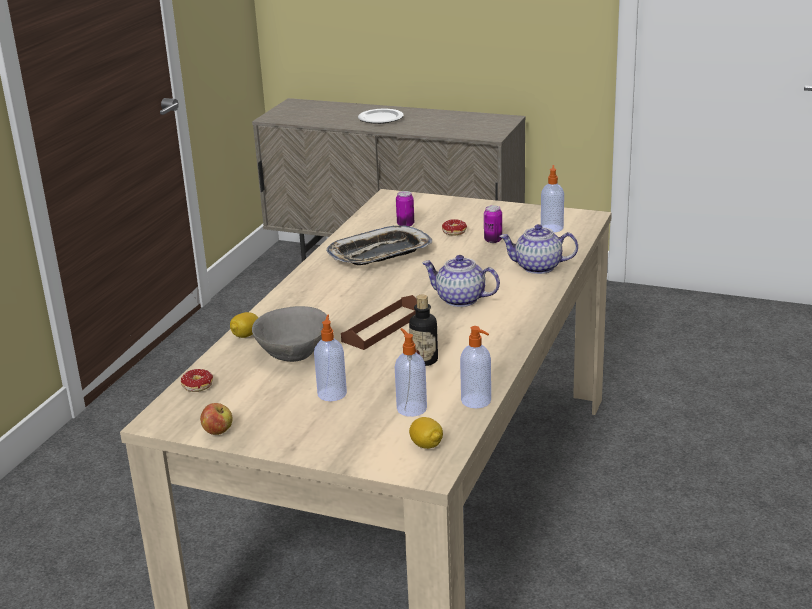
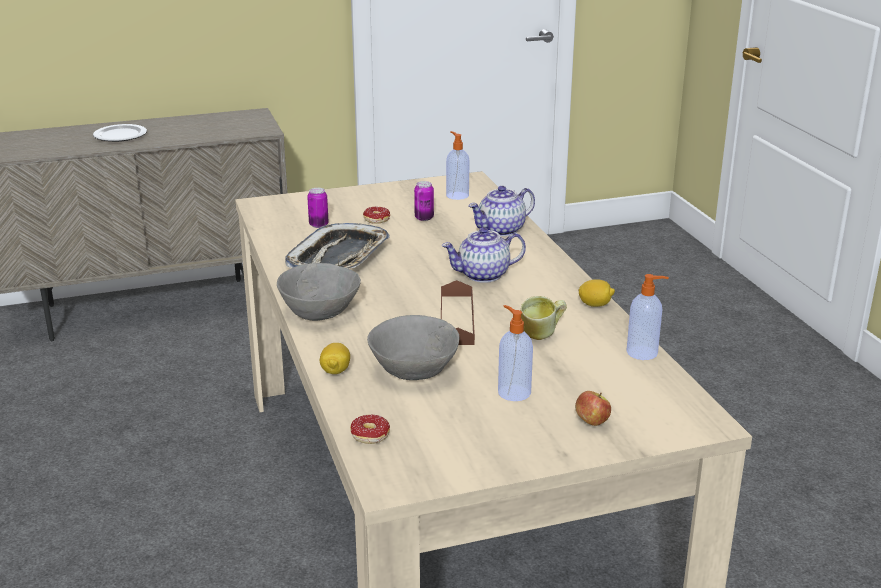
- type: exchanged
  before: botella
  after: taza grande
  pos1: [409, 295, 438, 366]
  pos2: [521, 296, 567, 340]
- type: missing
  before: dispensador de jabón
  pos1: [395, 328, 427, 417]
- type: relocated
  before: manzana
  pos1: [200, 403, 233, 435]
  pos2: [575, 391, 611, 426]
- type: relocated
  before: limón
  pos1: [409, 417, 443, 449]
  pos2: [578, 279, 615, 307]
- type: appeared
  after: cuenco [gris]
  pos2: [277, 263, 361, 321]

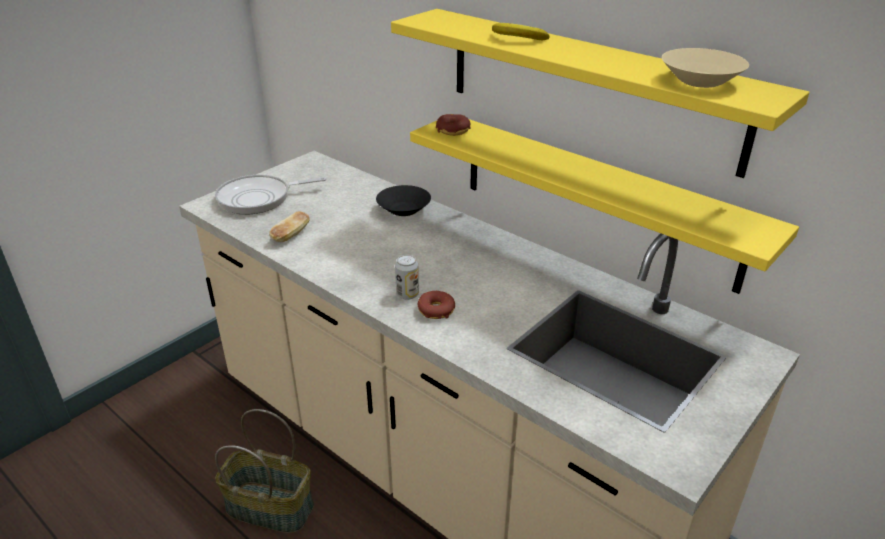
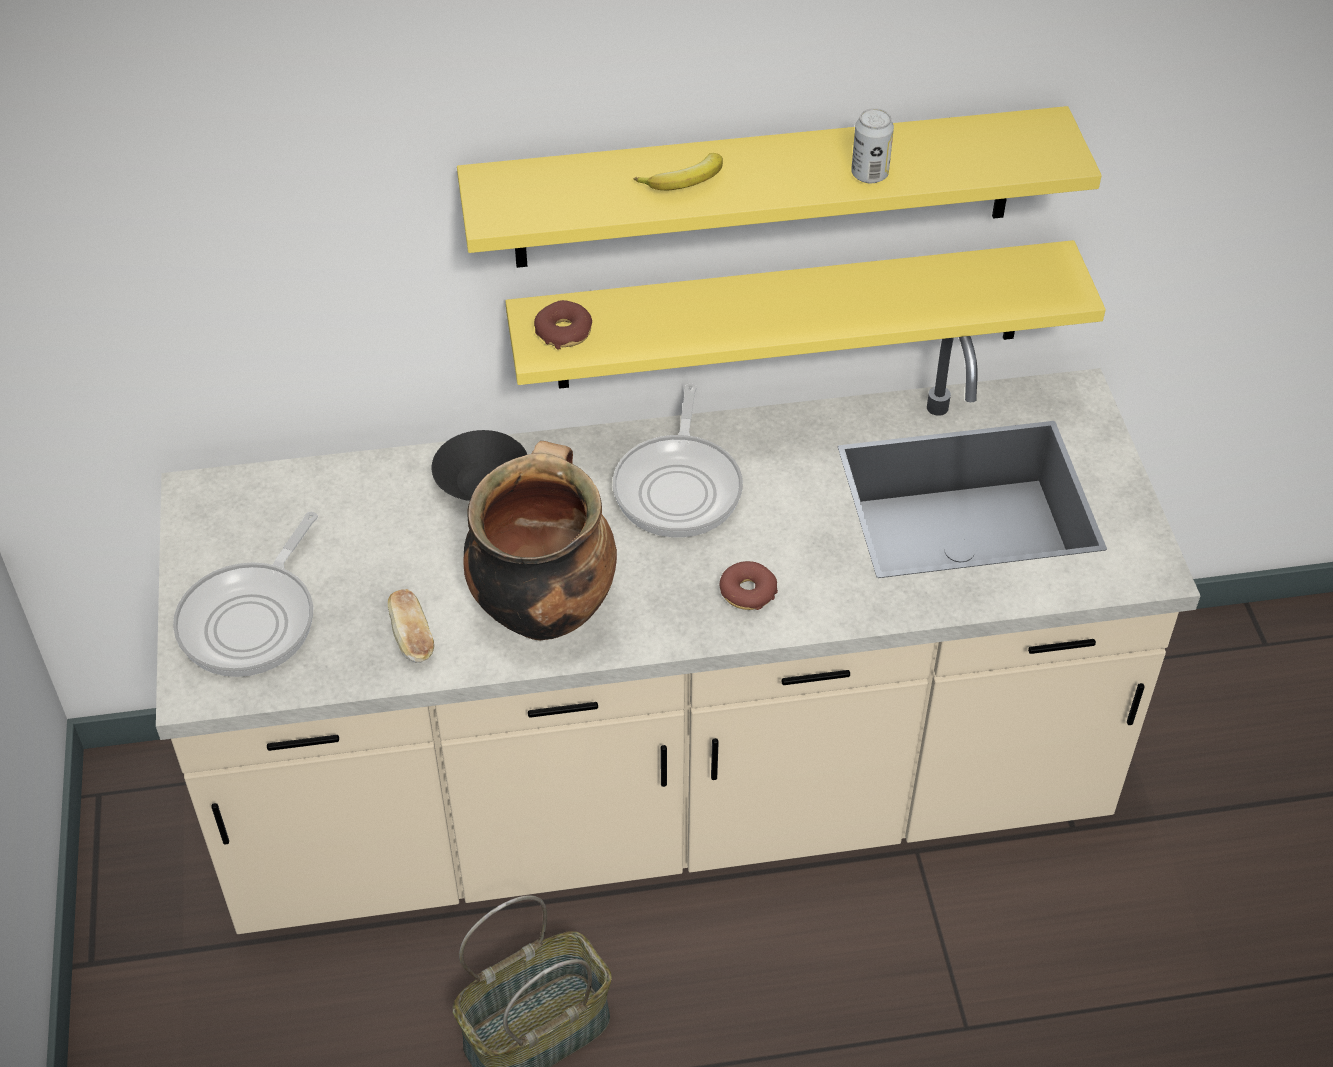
- type: missing
  before: cuenco [beis]
  pos1: [662, 48, 749, 88]
- type: relocated
  before: lata
  pos1: [395, 255, 419, 300]
  pos2: [851, 108, 894, 183]
- type: appeared
  after: sartén
  pos2: [613, 383, 743, 537]
- type: appeared
  after: olla
  pos2: [463, 441, 617, 641]

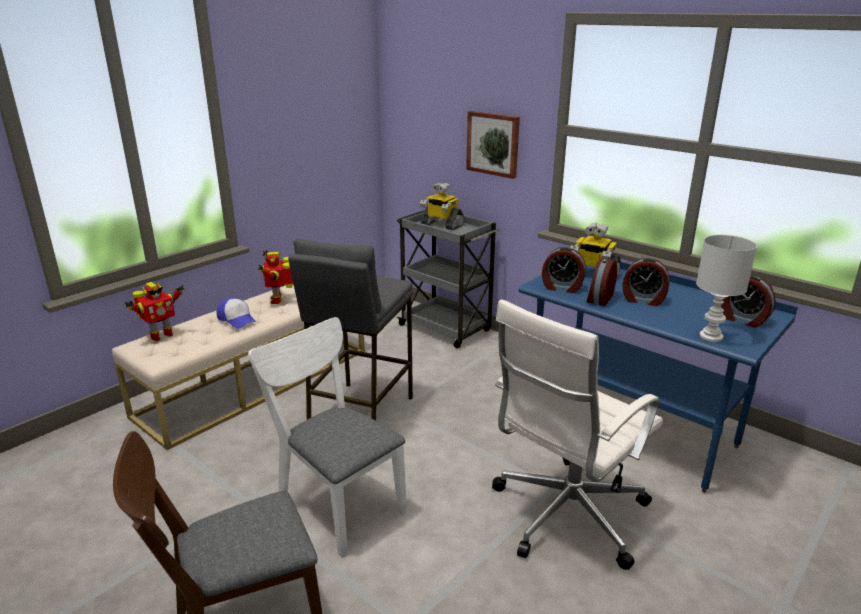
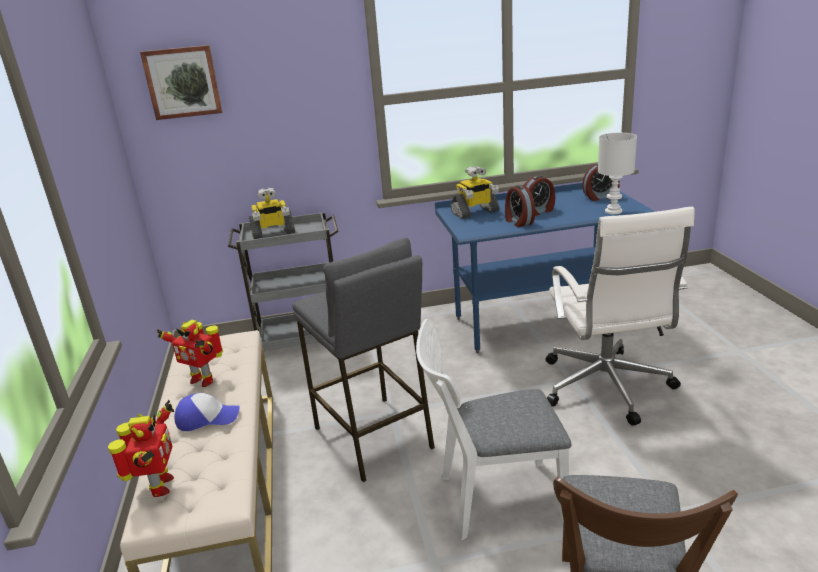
- type: relocated
  before: cuadro
  pos1: [466, 111, 520, 179]
  pos2: [140, 45, 222, 120]
- type: missing
  before: despertador
  pos1: [542, 247, 586, 293]

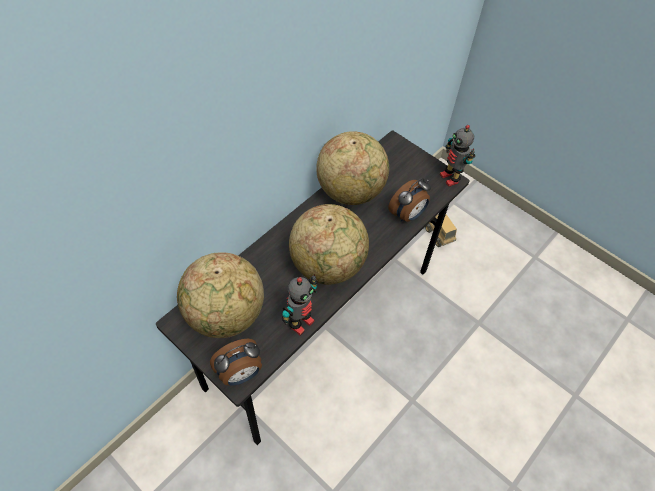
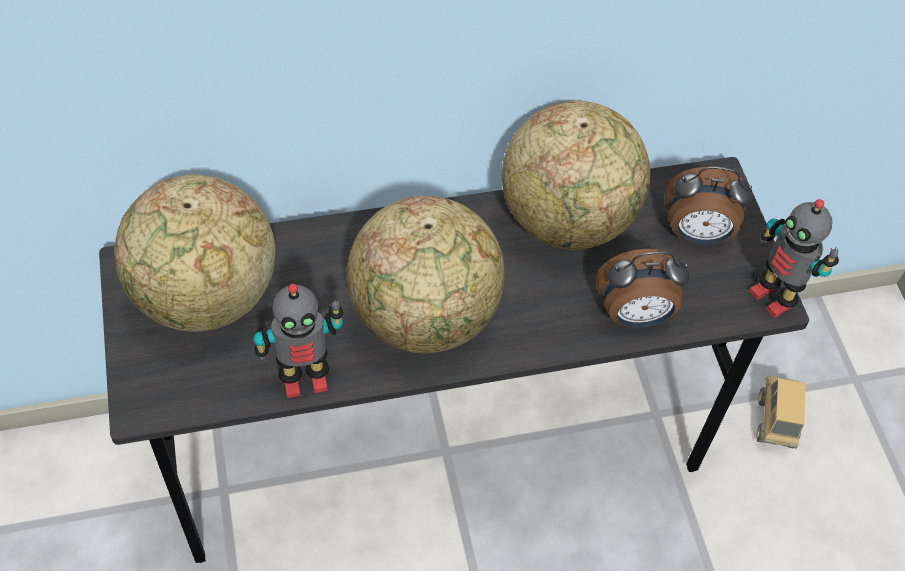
- type: spun
  before: robot de juguete
  pos1: [440, 125, 475, 187]
  pos2: [749, 199, 839, 318]
  turn: -45
- type: relocated
  before: despertador
  pos1: [210, 339, 262, 385]
  pos2: [665, 167, 752, 245]

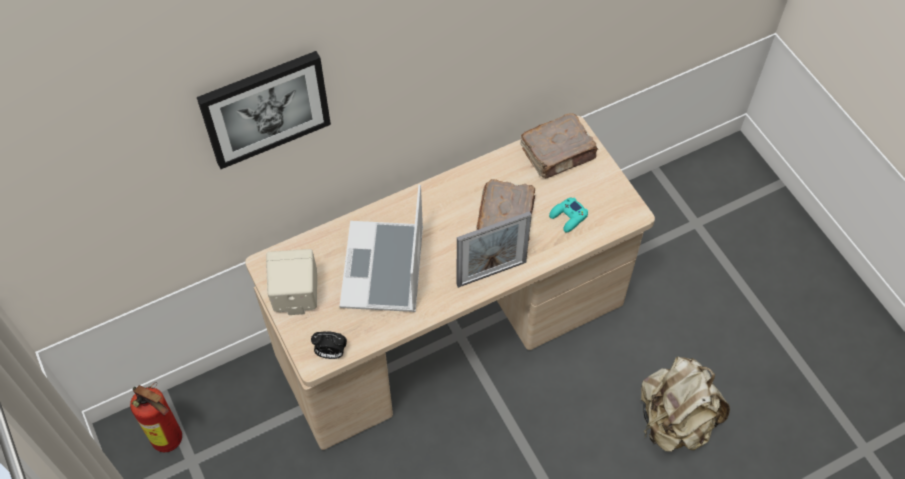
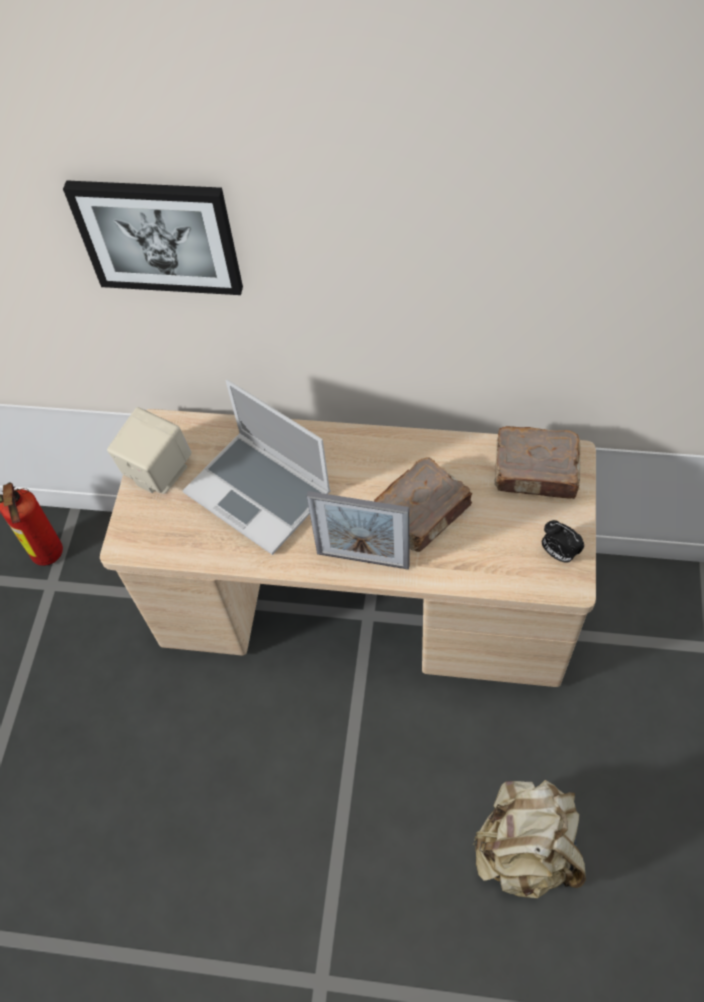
- type: spun
  before: portátil
  pos1: [340, 184, 423, 312]
  pos2: [182, 379, 331, 555]
  turn: -90
- type: missing
  before: mando de consola [turquesa]
  pos1: [549, 198, 588, 233]
- type: relocated
  before: despertador
  pos1: [311, 331, 347, 359]
  pos2: [542, 520, 584, 563]

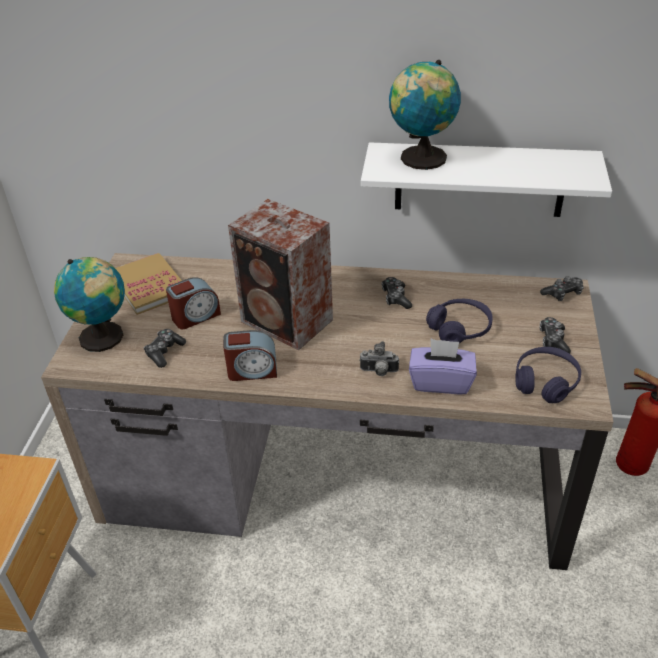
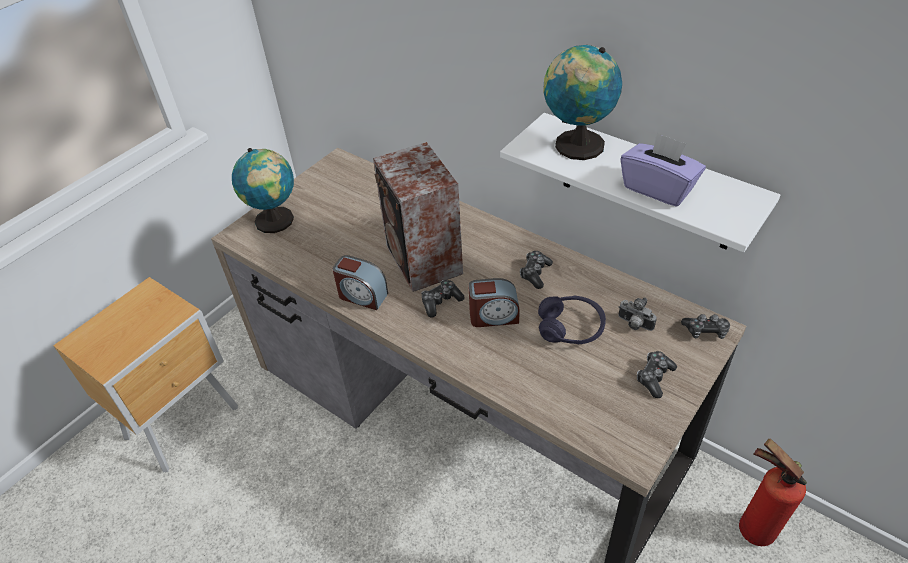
- type: missing
  before: libro
  pos1: [115, 253, 182, 315]
- type: relocated
  before: despertador
  pos1: [166, 277, 221, 329]
  pos2: [468, 278, 520, 327]
- type: relocated
  before: mando de consola
  pos1: [144, 329, 186, 368]
  pos2: [421, 280, 465, 318]
- type: relocated
  before: caja de pañuelos [morado]
  pos1: [409, 339, 477, 394]
  pos2: [621, 133, 706, 207]
- type: relocated
  before: cámara
  pos1: [359, 341, 399, 376]
  pos2: [618, 297, 657, 331]
- type: missing
  before: auriculares [morado]
  pos1: [515, 347, 581, 403]

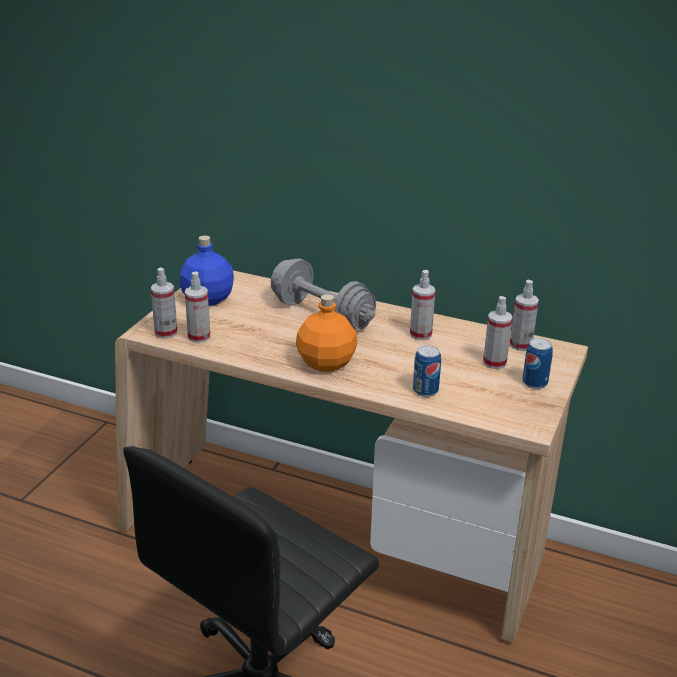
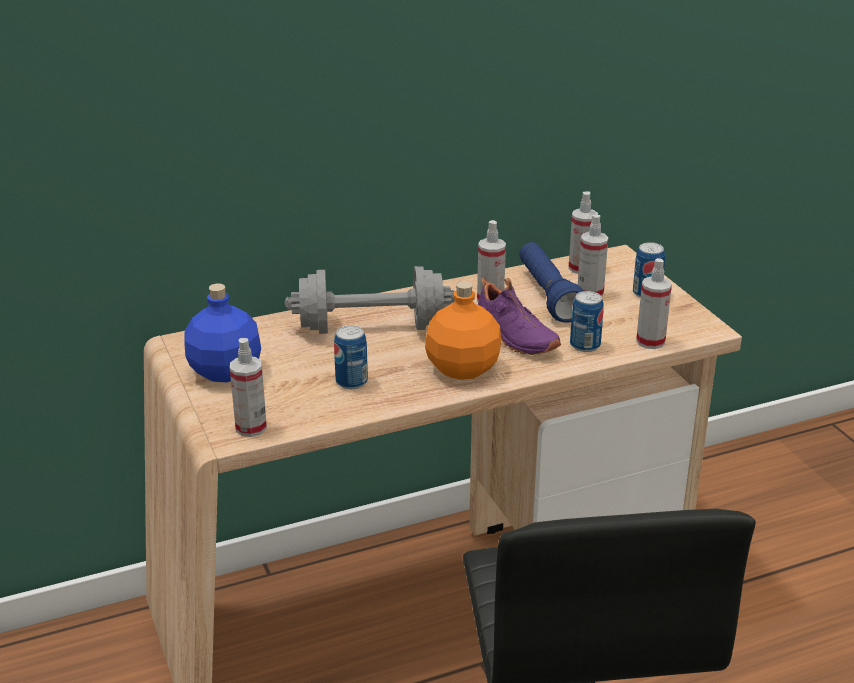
- type: relocated
  before: pulverizador
  pos1: [185, 271, 210, 343]
  pos2: [636, 258, 672, 349]
- type: appeared
  after: linterna [azul]
  pos2: [519, 242, 584, 322]
- type: appeared
  after: zapato [morado]
  pos2: [478, 277, 561, 355]
- type: appeared
  after: lata
  pos2: [334, 325, 368, 389]

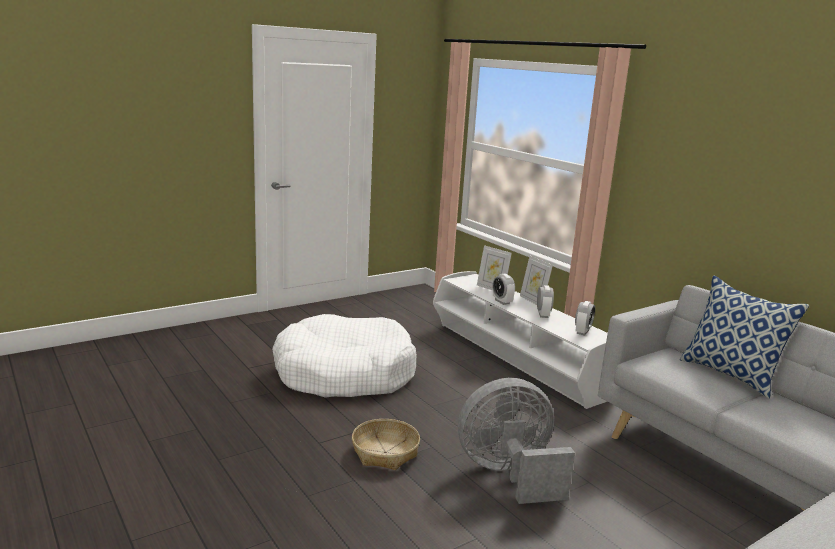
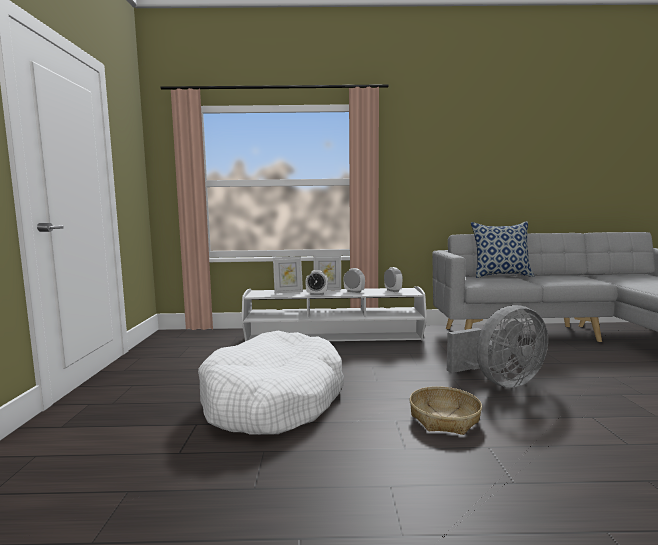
- type: spun
  before: ventilador [gris]
  pos1: [458, 378, 575, 504]
  pos2: [447, 305, 548, 388]
  turn: -135

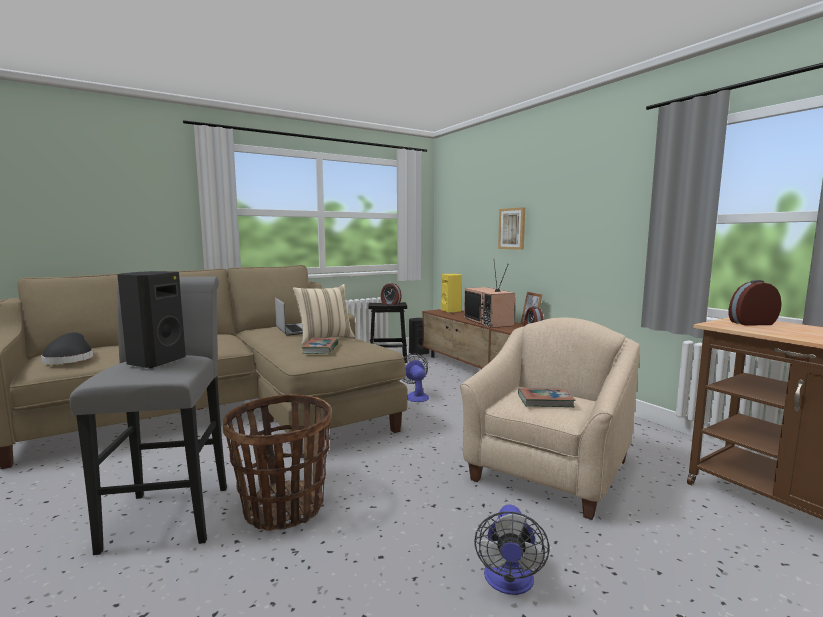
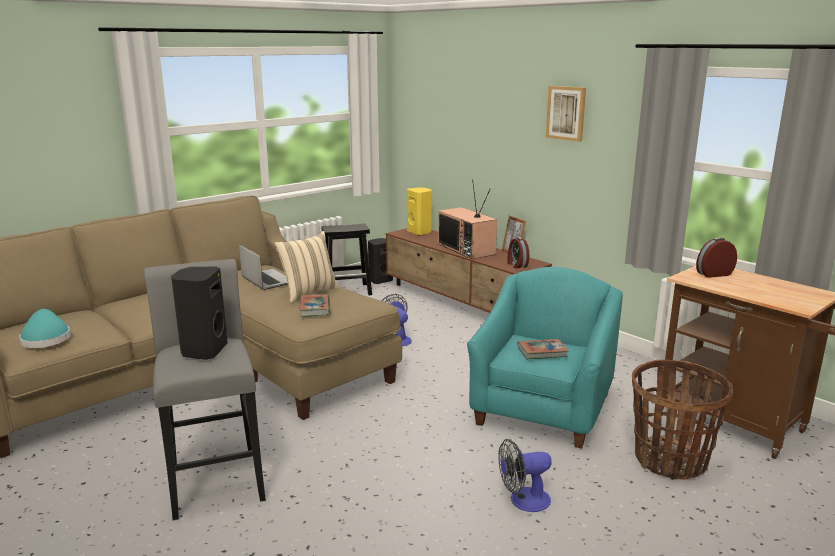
- type: relocated
  before: cuadro
  pos1: [498, 207, 525, 250]
  pos2: [546, 86, 586, 142]
- type: missing
  before: despertador
  pos1: [381, 283, 402, 305]
- type: colour
  before: sillón [beis]
  after: sillón [turquesa]
  pos1: [460, 318, 640, 520]
  pos2: [467, 267, 623, 449]
- type: colour
  before: sombrero [negro]
  after: sombrero [turquesa]
  pos1: [41, 332, 93, 364]
  pos2: [19, 309, 71, 348]
- type: relocated
  before: cesta
  pos1: [223, 394, 332, 531]
  pos2: [632, 360, 733, 480]
- type: spun
  before: ventilador
  pos1: [474, 505, 550, 595]
  pos2: [498, 439, 552, 512]
  turn: 75

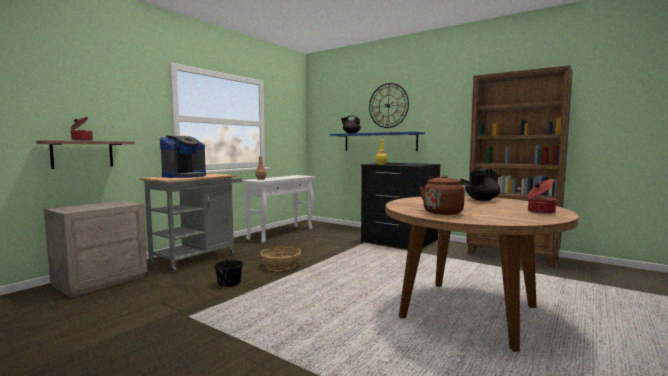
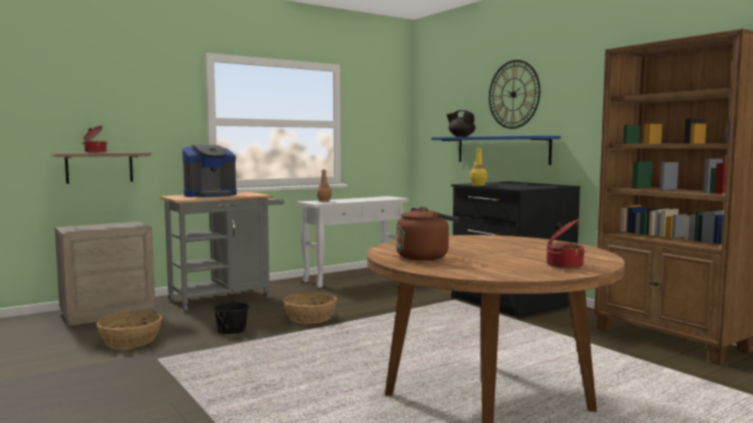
- type: missing
  before: tetera [negro]
  pos1: [465, 168, 501, 201]
- type: appeared
  after: cesta
  pos2: [96, 311, 162, 349]

